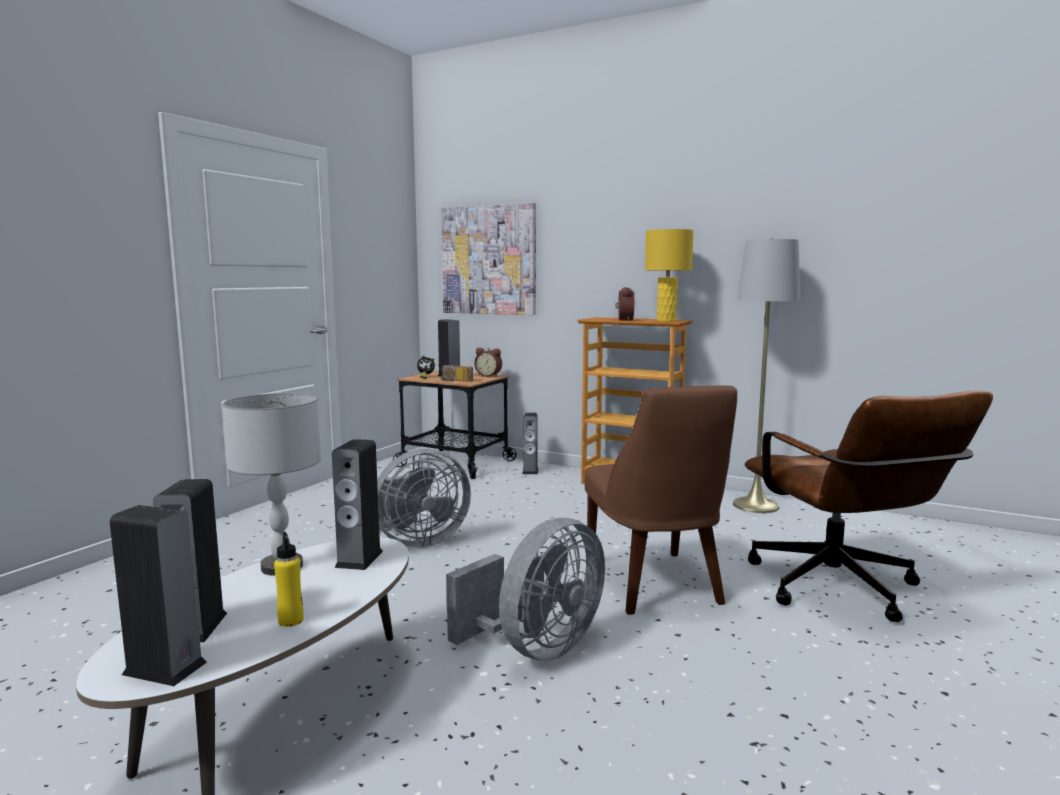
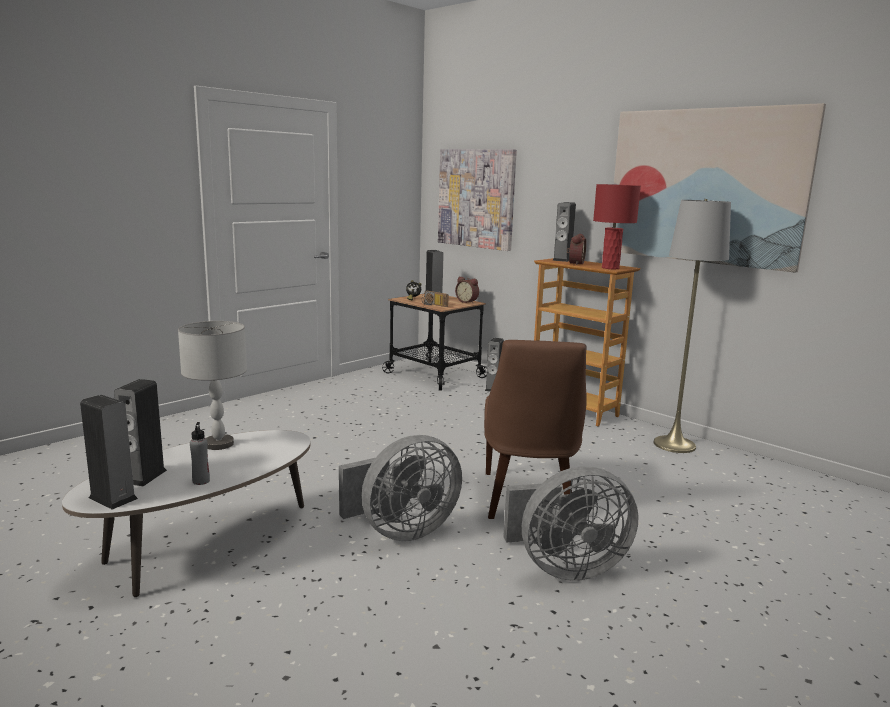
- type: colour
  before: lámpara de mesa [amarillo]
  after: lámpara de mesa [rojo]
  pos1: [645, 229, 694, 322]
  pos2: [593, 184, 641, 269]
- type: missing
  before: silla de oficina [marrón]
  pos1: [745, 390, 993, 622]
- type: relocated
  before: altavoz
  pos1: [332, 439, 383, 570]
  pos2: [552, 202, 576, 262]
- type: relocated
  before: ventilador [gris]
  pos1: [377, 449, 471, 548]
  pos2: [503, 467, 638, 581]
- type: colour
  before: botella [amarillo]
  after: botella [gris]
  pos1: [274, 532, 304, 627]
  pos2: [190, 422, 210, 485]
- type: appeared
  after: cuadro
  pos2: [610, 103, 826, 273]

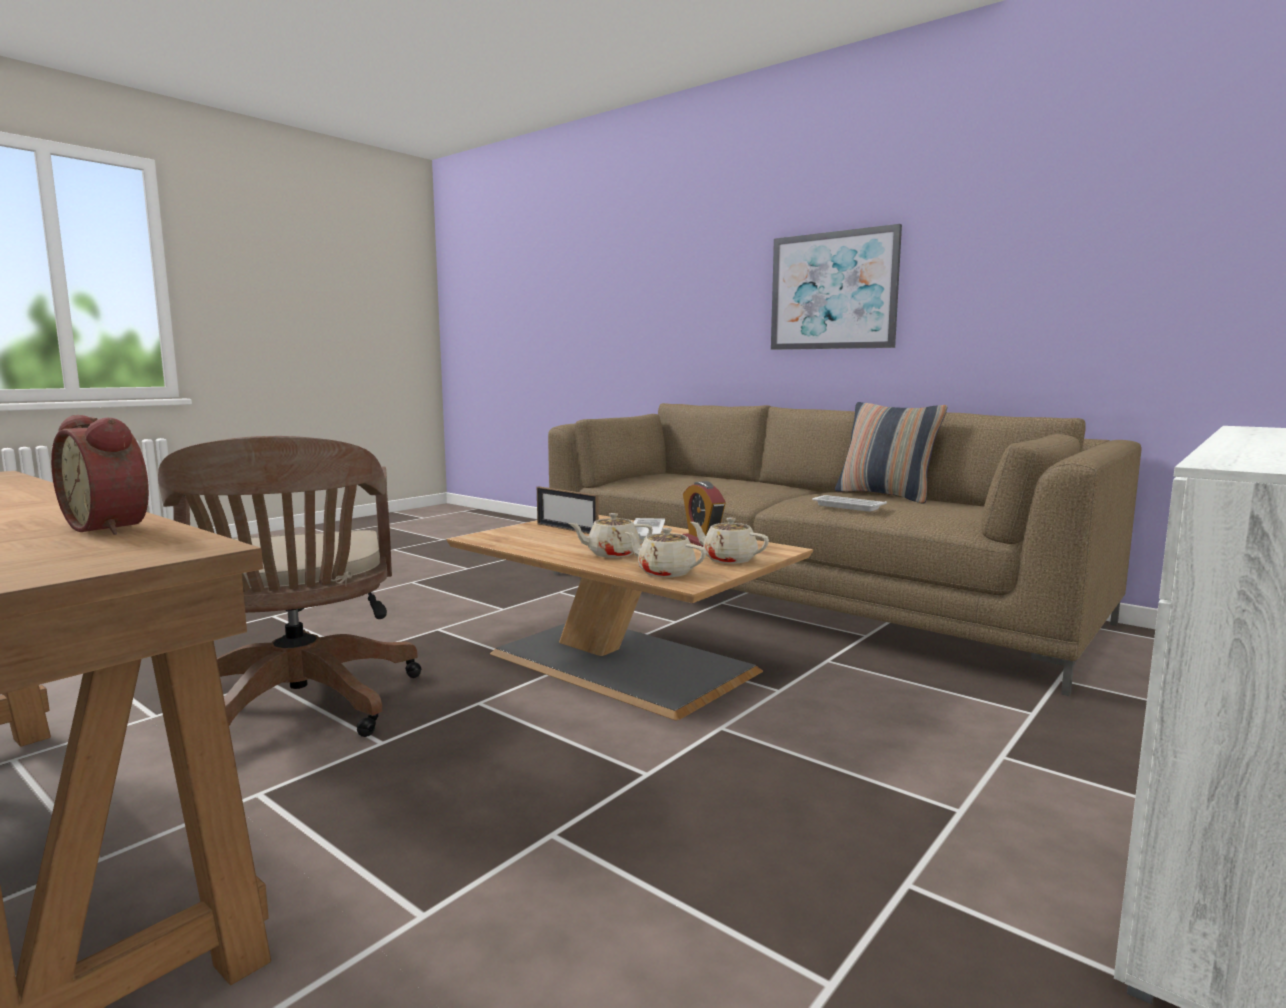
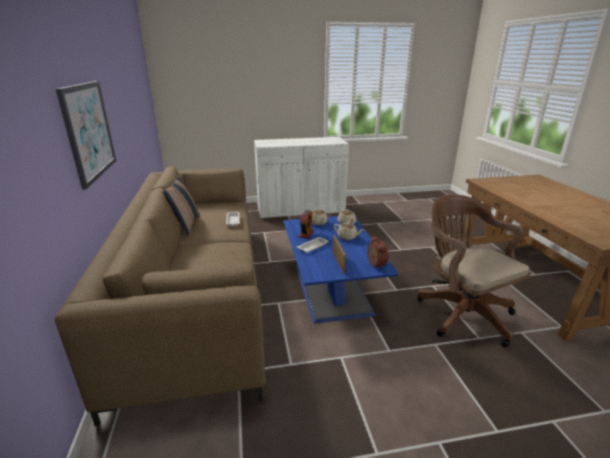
- type: relocated
  before: despertador
  pos1: [51, 415, 149, 535]
  pos2: [368, 236, 388, 269]
- type: spun
  before: silla de oficina [marrón]
  pos1: [158, 436, 421, 737]
  pos2: [417, 195, 530, 347]
  turn: -45
- type: colour
  before: mesa de centro [marrón]
  after: mesa de centro [azul]
  pos1: [447, 515, 813, 720]
  pos2: [283, 216, 399, 323]

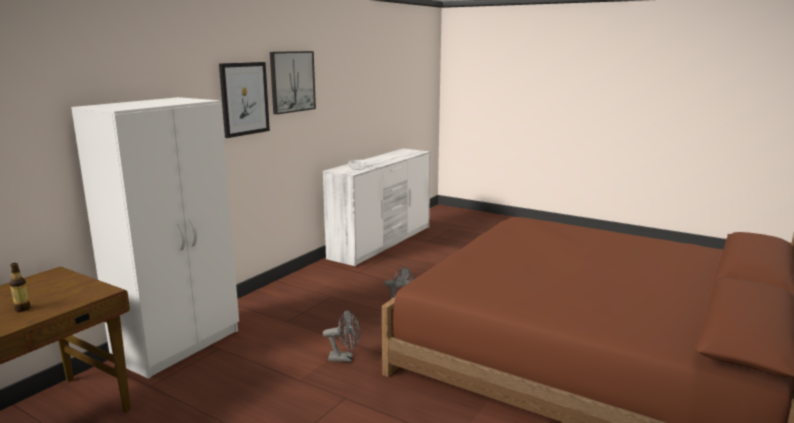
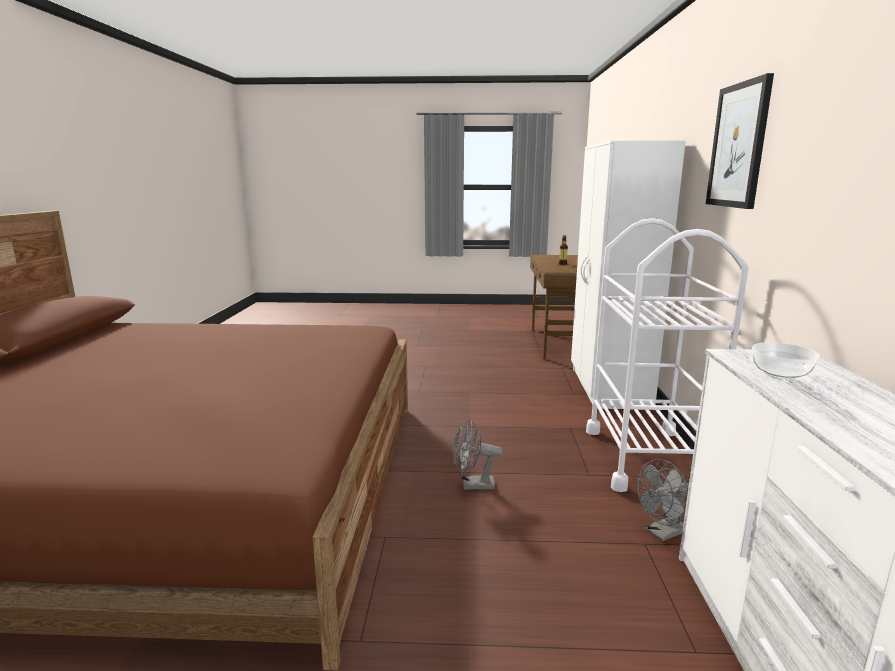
- type: missing
  before: cuadro
  pos1: [270, 51, 316, 114]
- type: relocated
  before: ventilador [gris]
  pos1: [323, 310, 360, 362]
  pos2: [637, 459, 689, 542]
- type: appeared
  after: carrito [blanco]
  pos2: [586, 218, 749, 492]

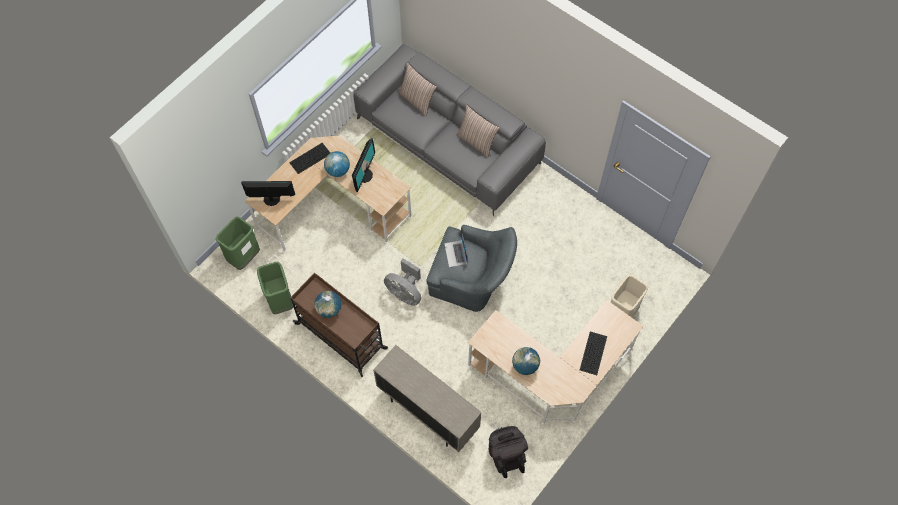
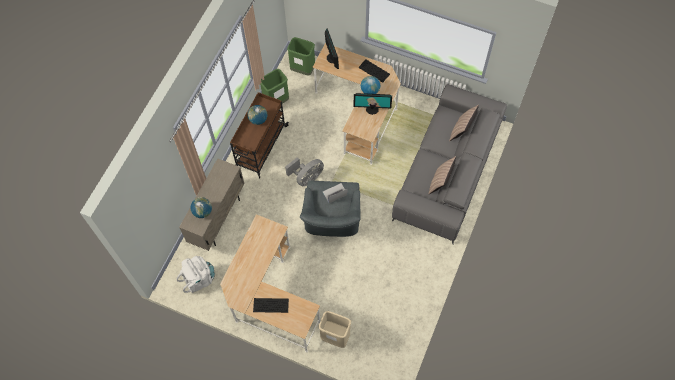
- type: spun
  before: ventilador [gris]
  pos1: [384, 258, 421, 306]
  pos2: [285, 157, 324, 186]
  turn: -150
- type: relocated
  before: globo terráqueo
  pos1: [512, 347, 540, 375]
  pos2: [190, 197, 212, 218]
- type: colour
  before: mochila [negro]
  after: mochila [blanco]
  pos1: [489, 426, 528, 478]
  pos2: [177, 256, 215, 293]

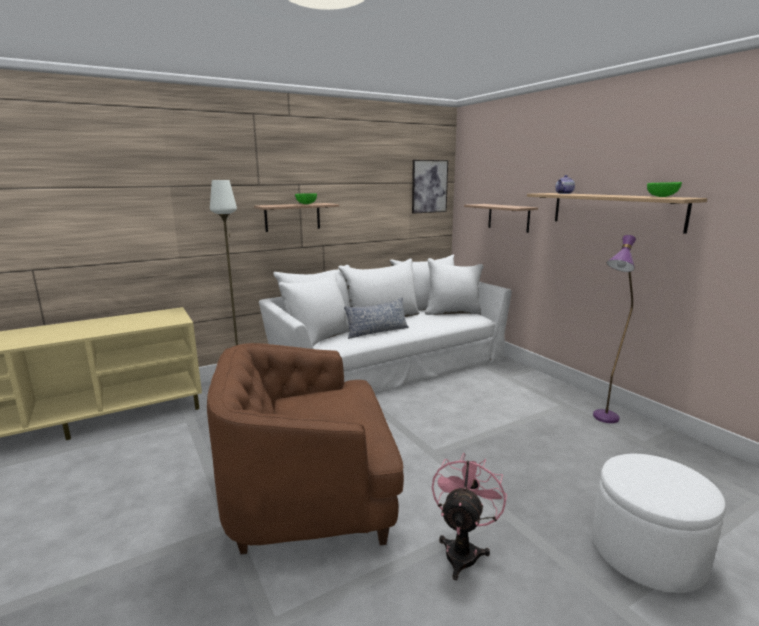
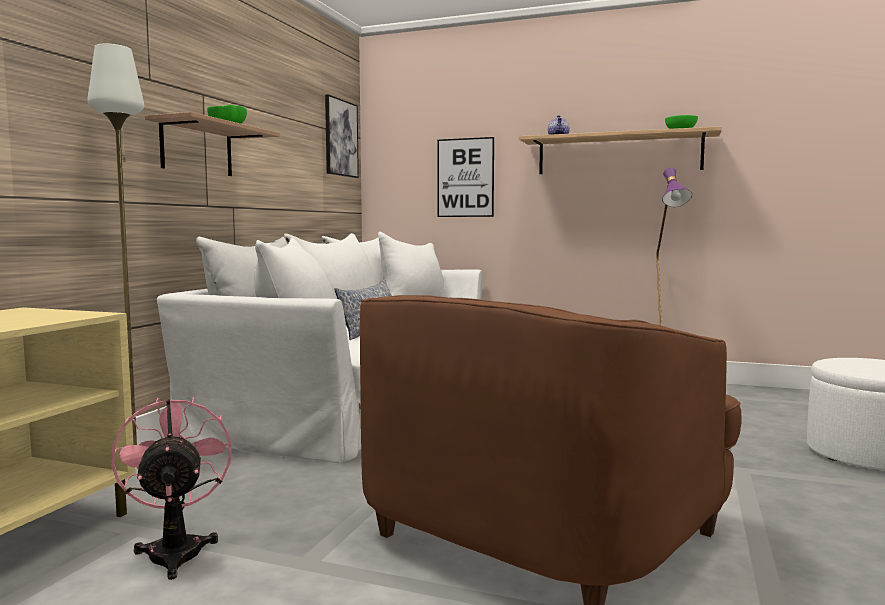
- type: exchanged
  before: estante
  after: cuadro
  pos1: [464, 204, 538, 233]
  pos2: [438, 137, 494, 217]
- type: relocated
  before: ventilador [rosa]
  pos1: [432, 453, 507, 580]
  pos2: [111, 397, 232, 580]

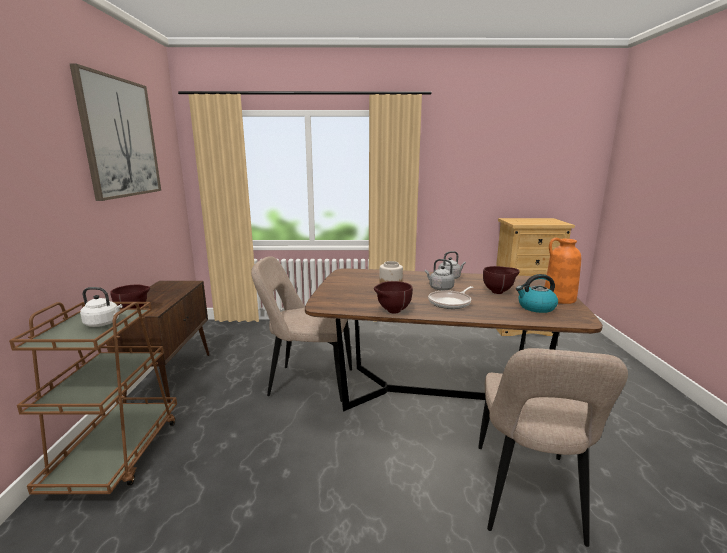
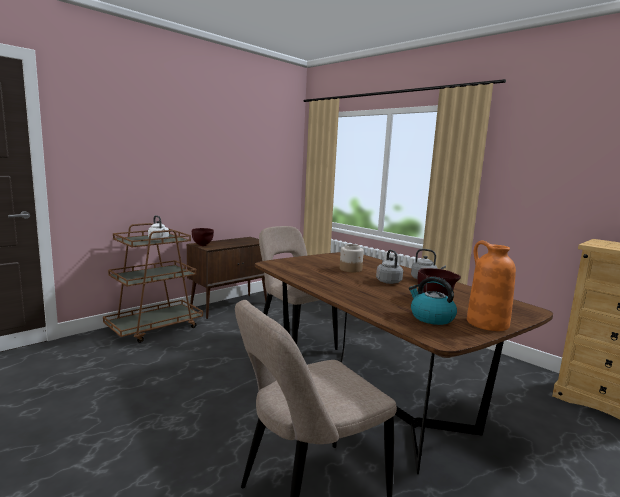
- type: missing
  before: cuadro
  pos1: [69, 63, 161, 201]
- type: missing
  before: cuenco [marrón]
  pos1: [374, 281, 413, 313]
- type: missing
  before: sartén
  pos1: [428, 286, 474, 309]

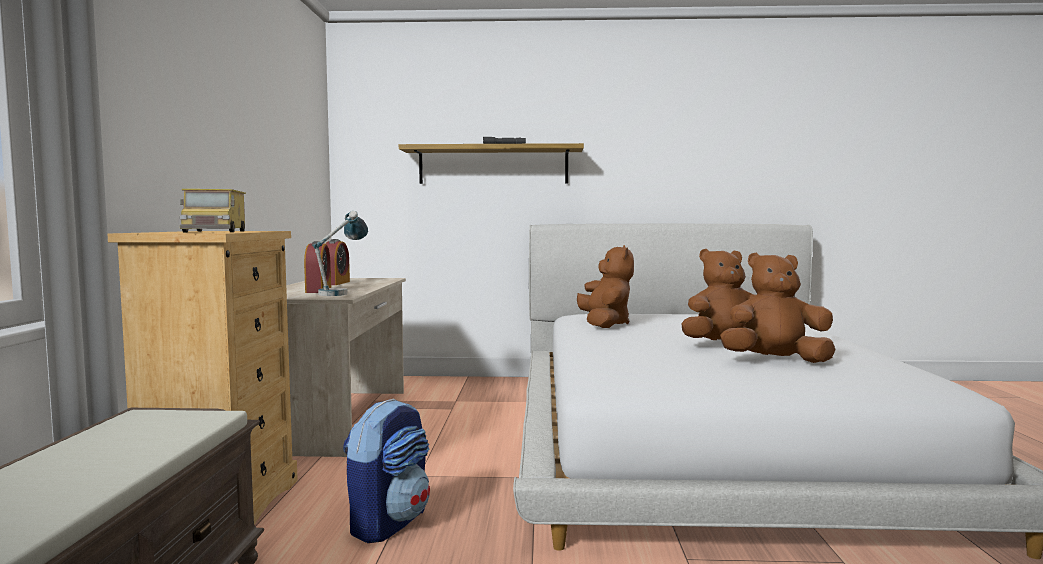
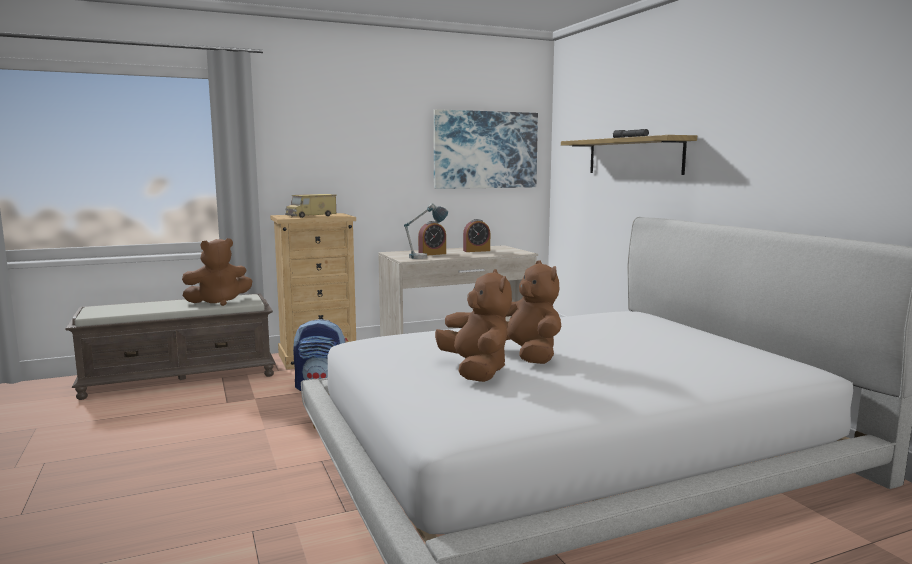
- type: relocated
  before: peluche [marrón]
  pos1: [577, 245, 634, 328]
  pos2: [182, 238, 252, 306]
- type: appeared
  after: cuadro
  pos2: [433, 109, 538, 189]

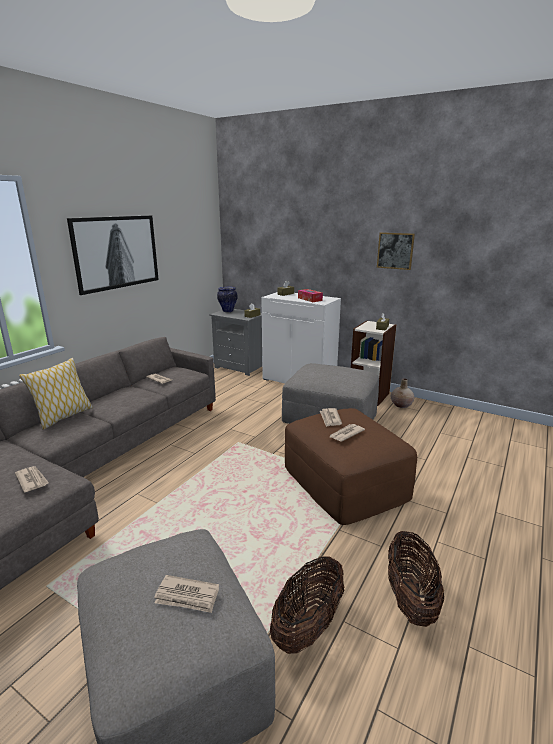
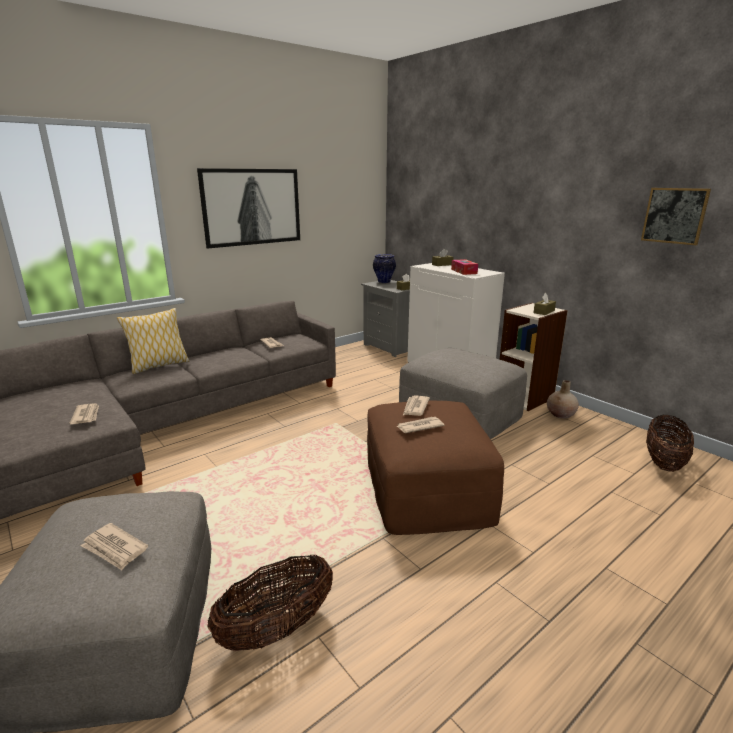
- type: relocated
  before: cuadro
  pos1: [377, 232, 415, 270]
  pos2: [641, 188, 711, 245]
- type: relocated
  before: cesta
  pos1: [388, 530, 444, 627]
  pos2: [646, 415, 694, 472]

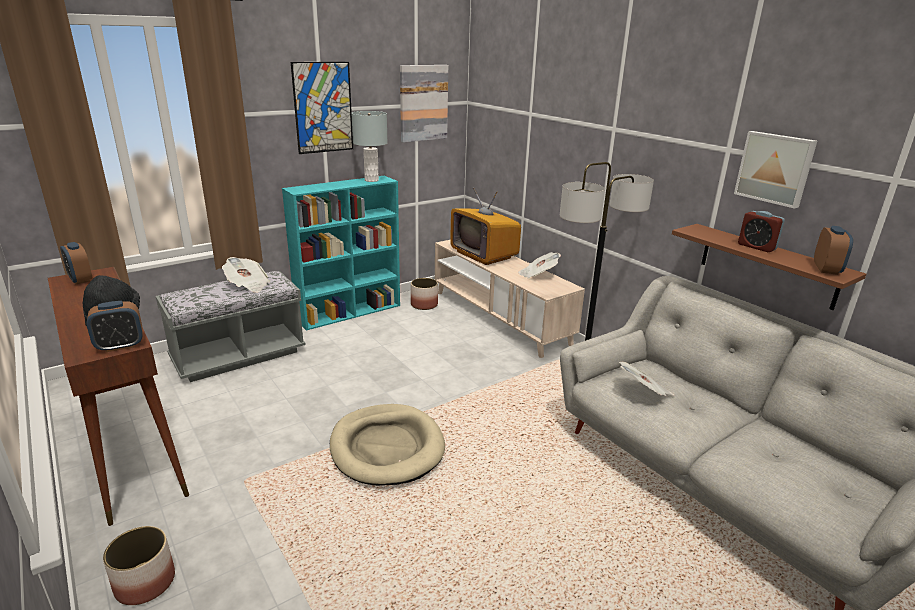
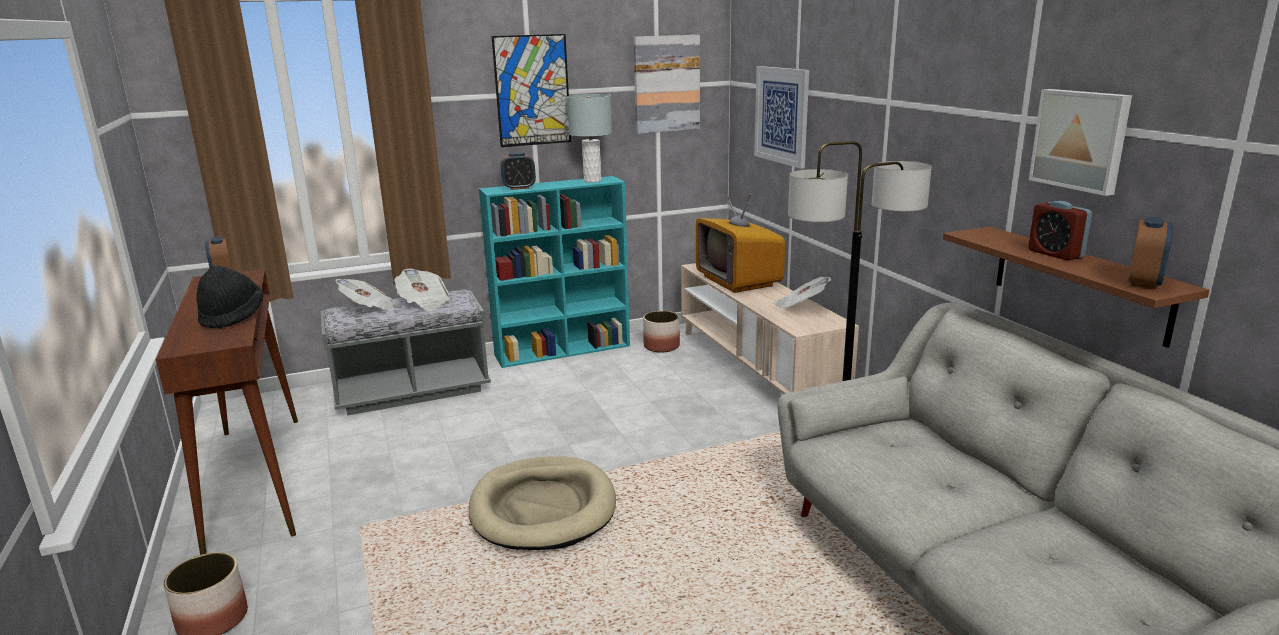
- type: relocated
  before: despertador
  pos1: [86, 301, 143, 352]
  pos2: [501, 153, 536, 190]
- type: relocated
  before: periódico
  pos1: [619, 362, 674, 397]
  pos2: [335, 279, 393, 310]
- type: appeared
  after: cuadro
  pos2: [754, 66, 809, 169]

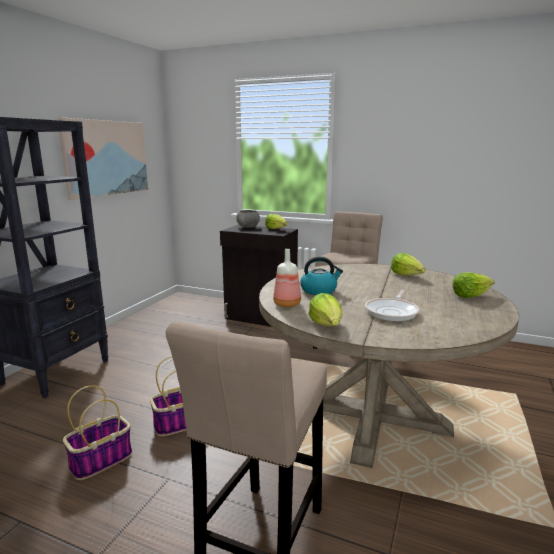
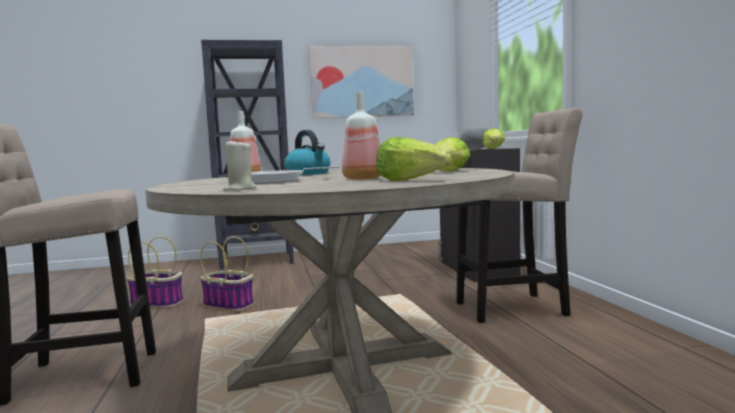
- type: missing
  before: lechuga
  pos1: [308, 293, 343, 326]
- type: appeared
  after: botella
  pos2: [342, 92, 381, 180]
- type: appeared
  after: vela [beis]
  pos2: [223, 138, 256, 191]

